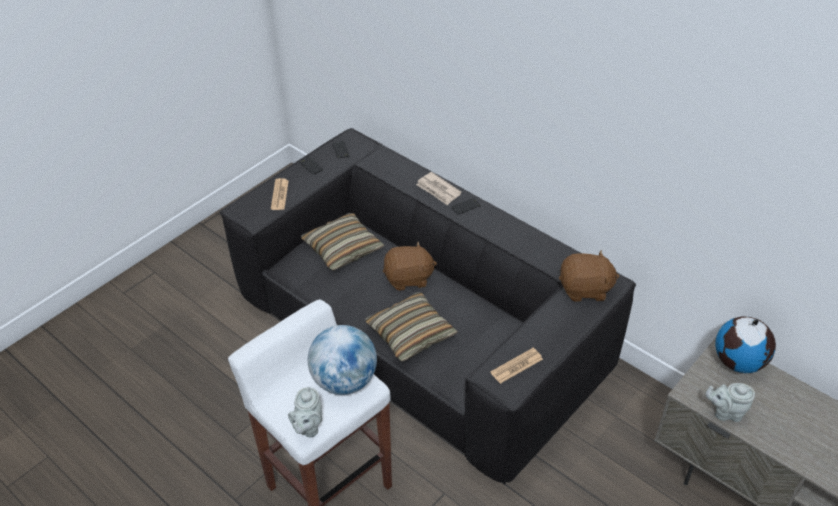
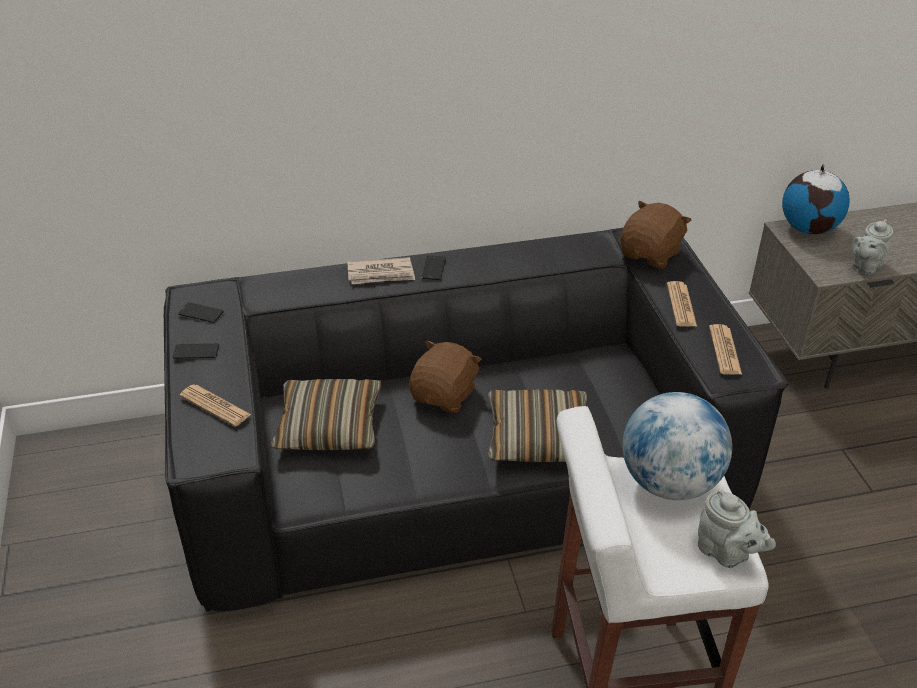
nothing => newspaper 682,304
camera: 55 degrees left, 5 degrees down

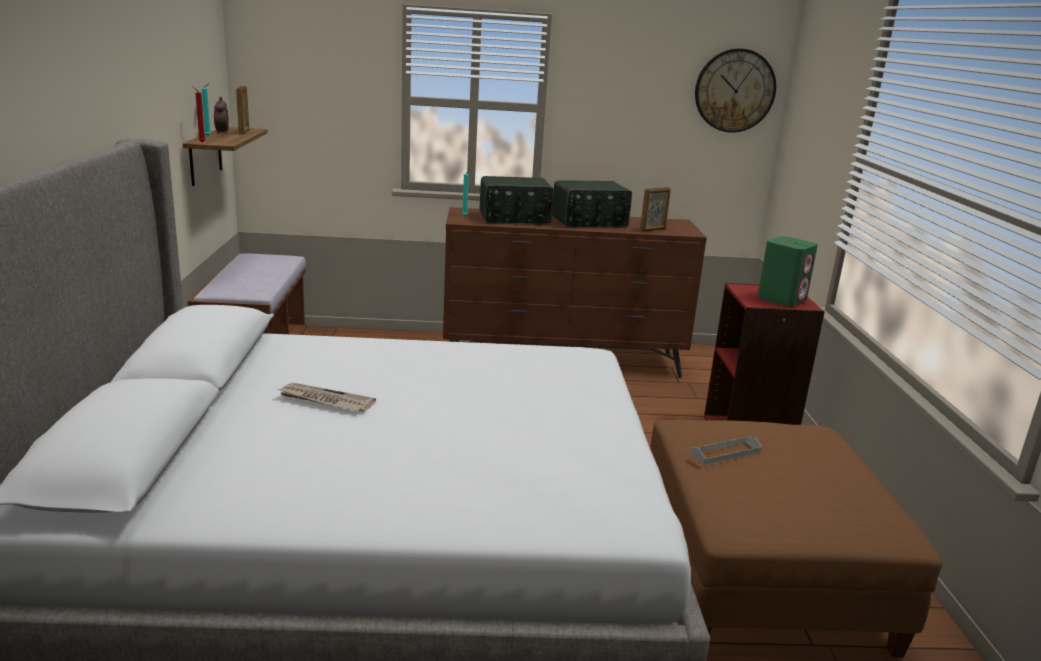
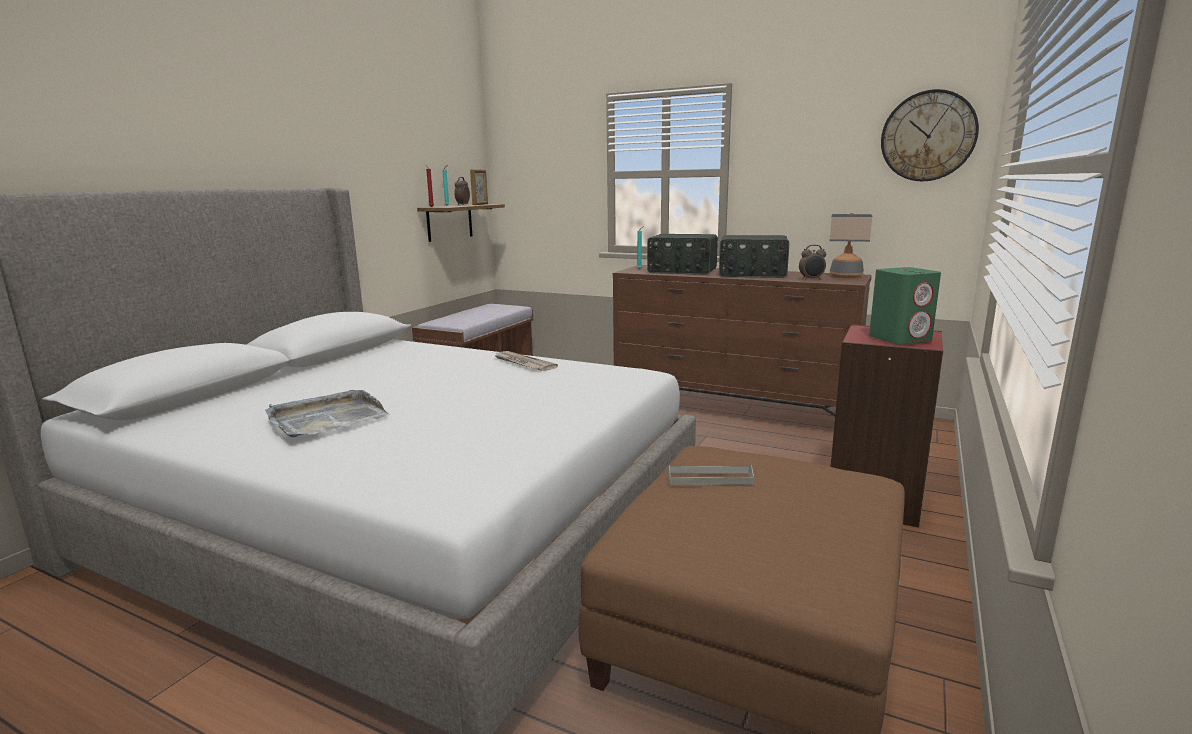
nothing => carrying tray (gray) 327,414
newspaper 327,397 => newspaper 525,361, moved
standing frame 655,209 => bedside clock 812,262
nothing => table lamp 851,245
camera: 30 degrees right, 5 degrees down

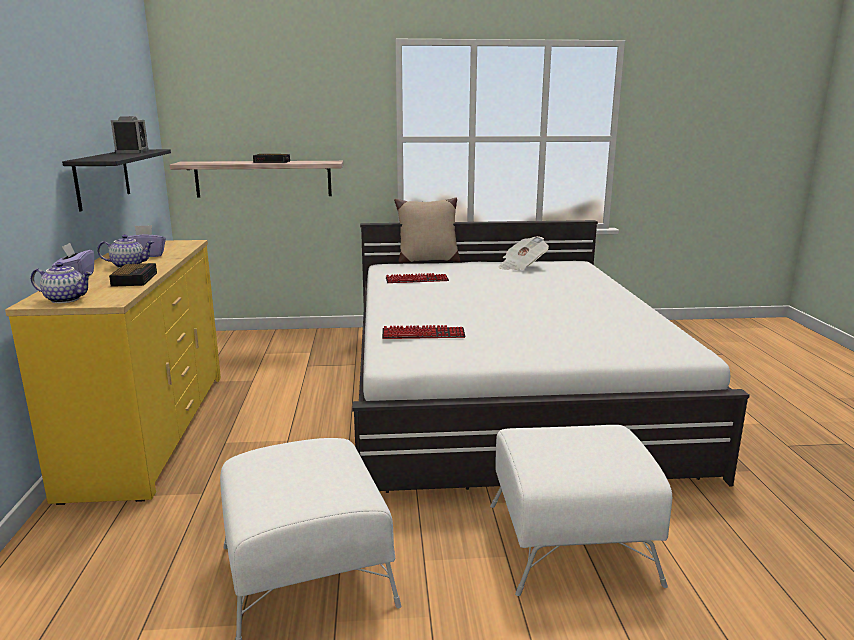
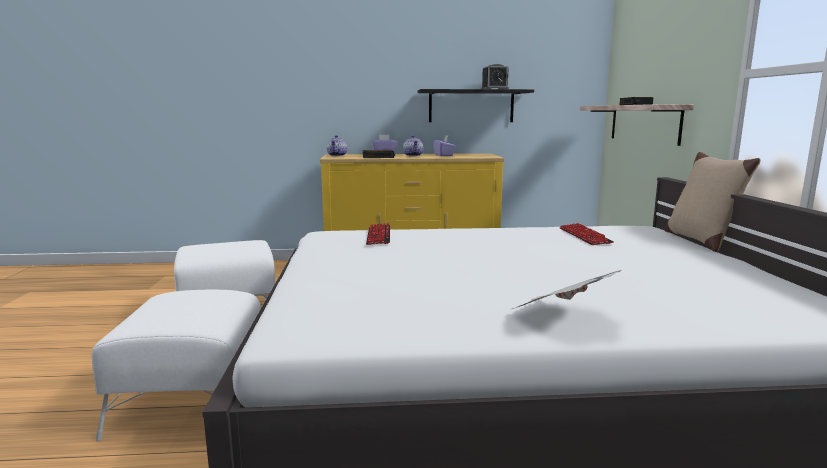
newspaper 524,253 => newspaper 566,289, moved
camera: 90 degrees right, 5 degrees down

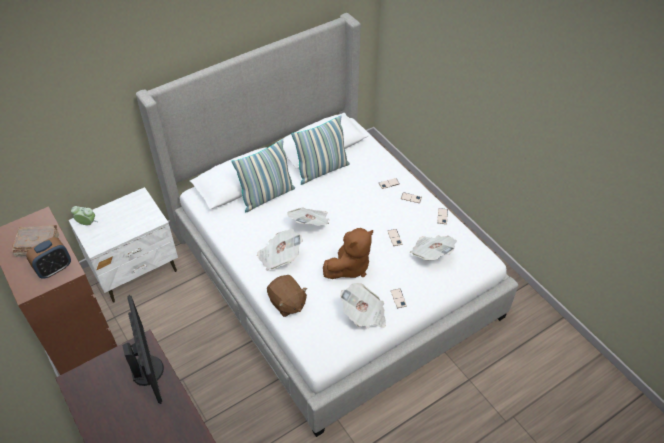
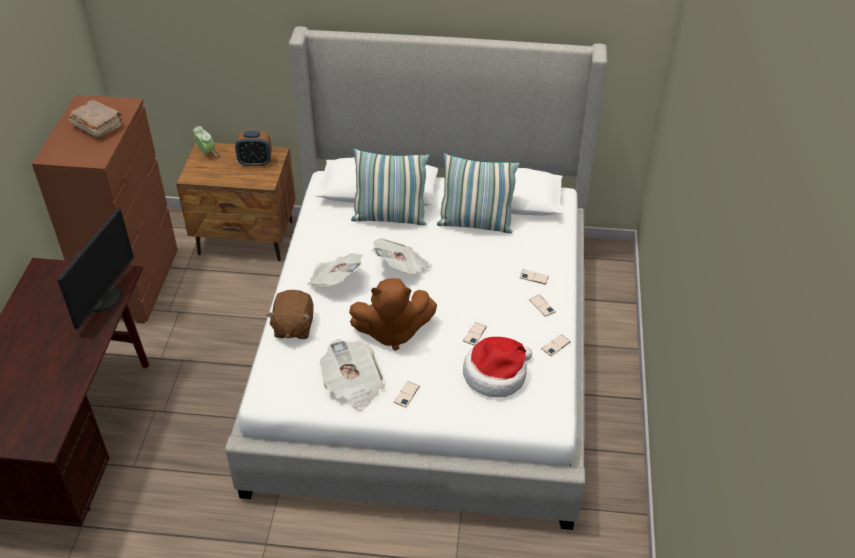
night table (white-coloured) 123,244 => night table (brown-coloured) 236,201
bedside clock 48,258 => bedside clock 253,148, moved
newspaper 433,248 => wearable hat 497,367
camera: 40 degrees right, 5 degrees down

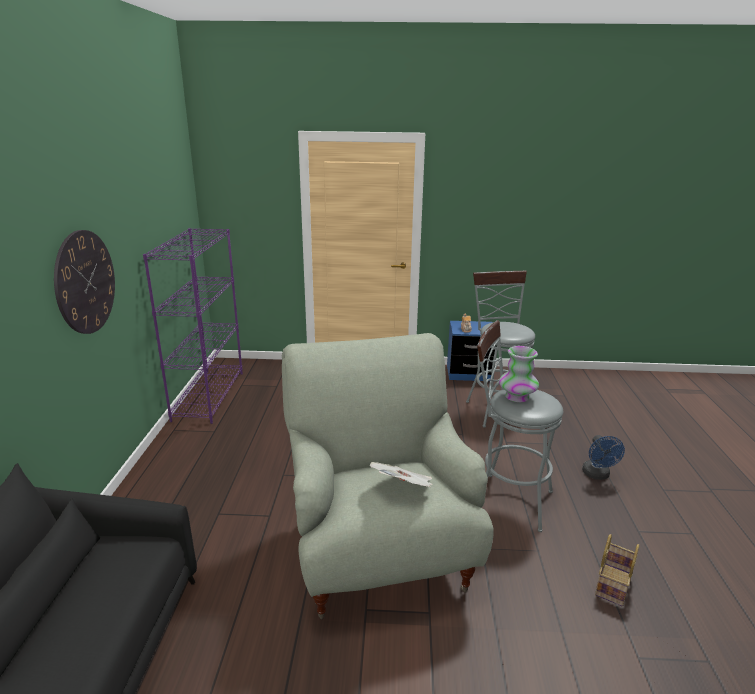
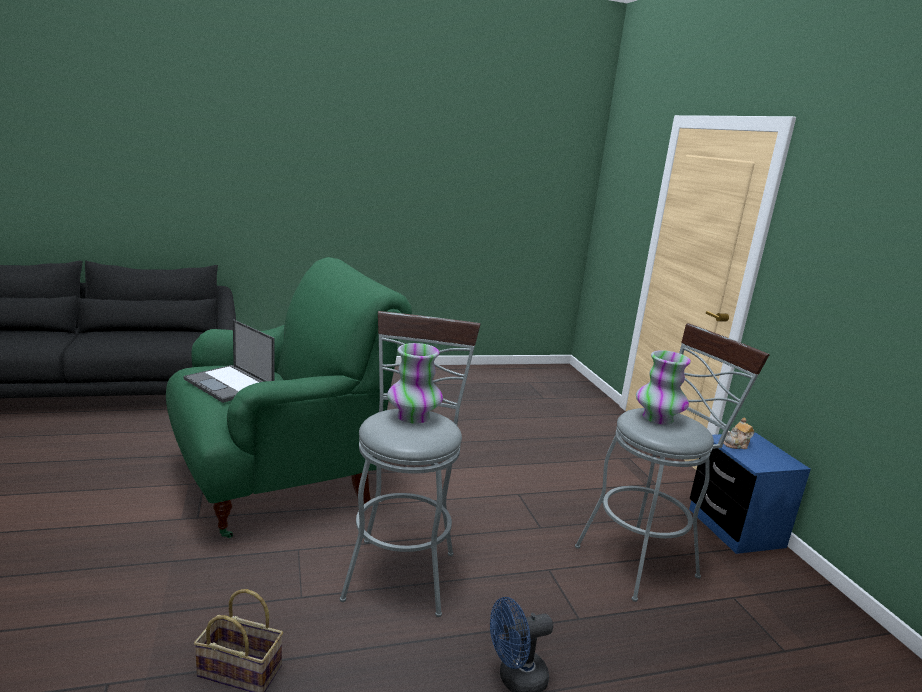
easy chair (gray) 388,476 => easy chair (green-coloured) 289,397
newspaper 401,474 => portable computer 229,361
nothing => flower vase 663,387
clock on the wall 84,282 => nothing
bookcase (purple) 193,326 => nothing
camera: 70 degrees right, 5 degrees down

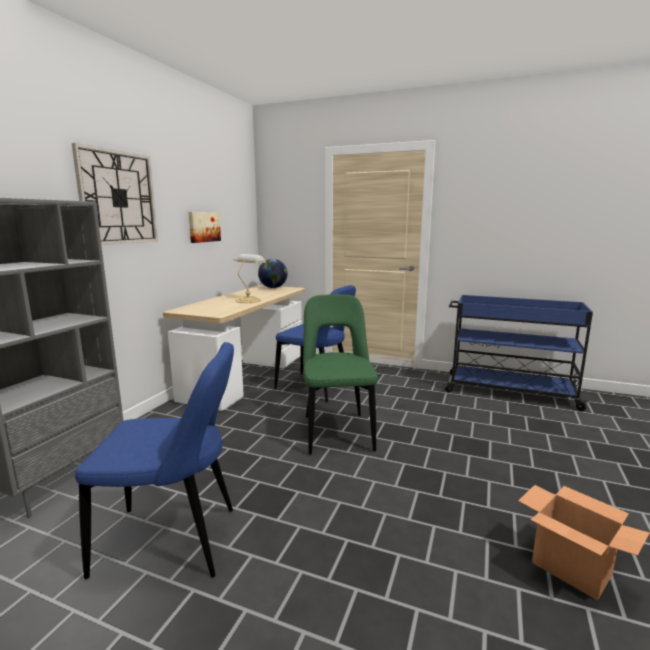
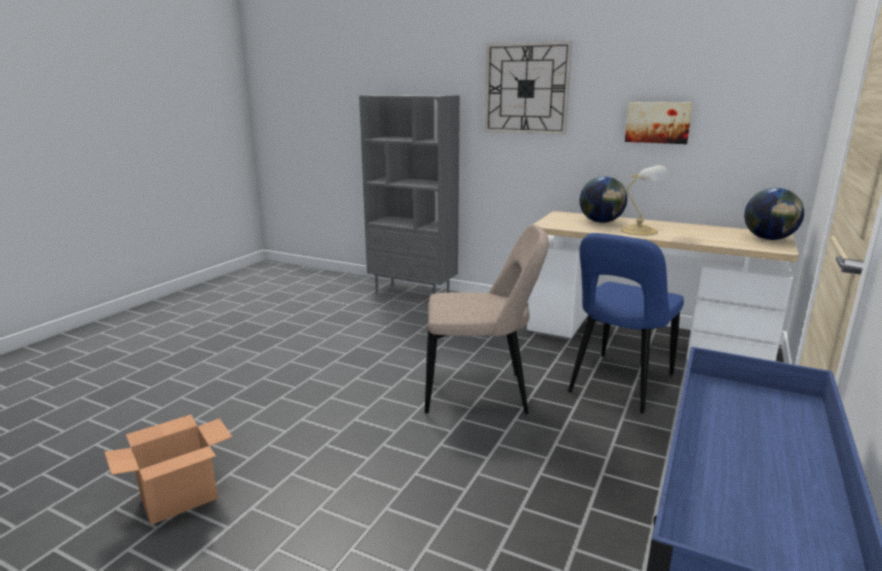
upright chair (green-coloured) 340,374 => upright chair (beige) 487,319
nothing => desk globe 603,199
upright chair (bluish) 154,460 => nothing
camera: 95 degrees right, 5 degrees up

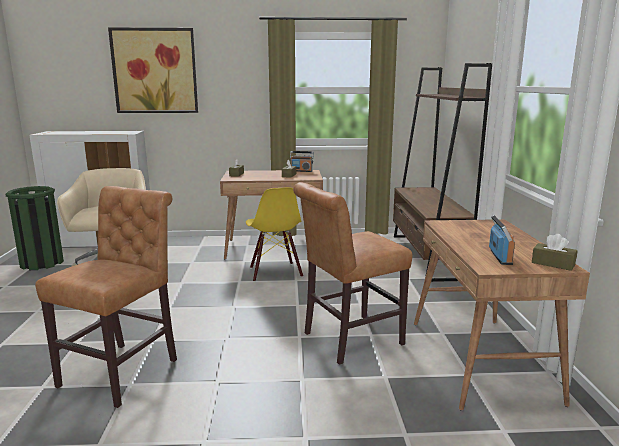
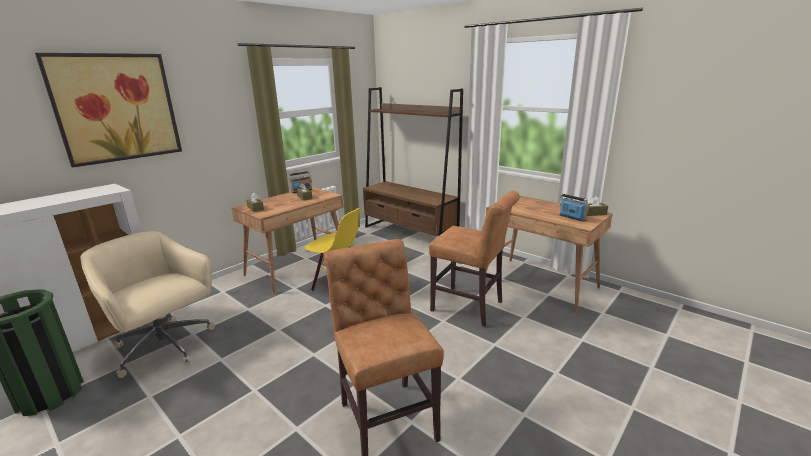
upright chair (brown-coloured) 352,273 => upright chair (brown-coloured) 474,259, 75 degrees counterclockwise
camera: 45 degrees left, 5 degrees up

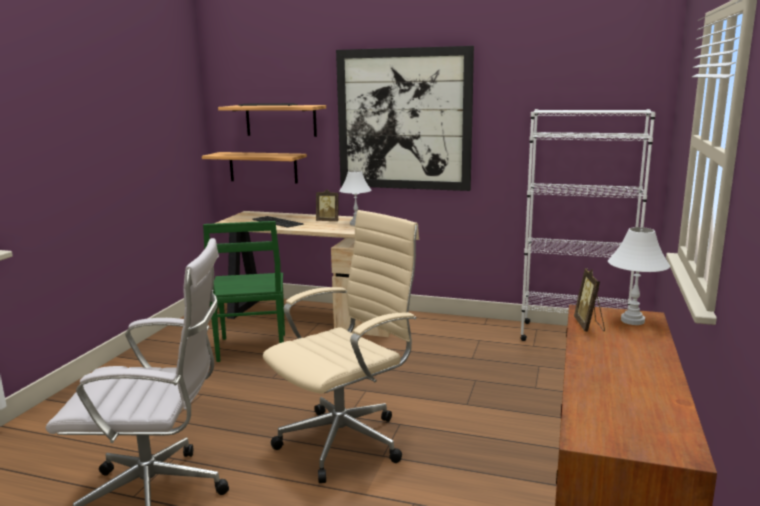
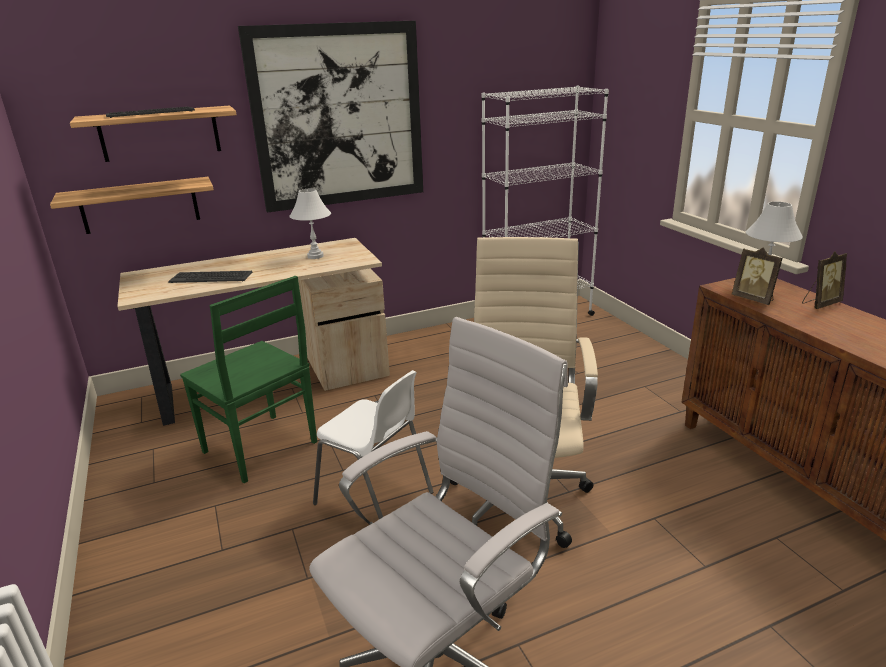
nothing => upright chair (white-coloured) 373,444
standing frame 327,205 => standing frame 824,280, moved
camera: 40 degrees left, 10 degrees up

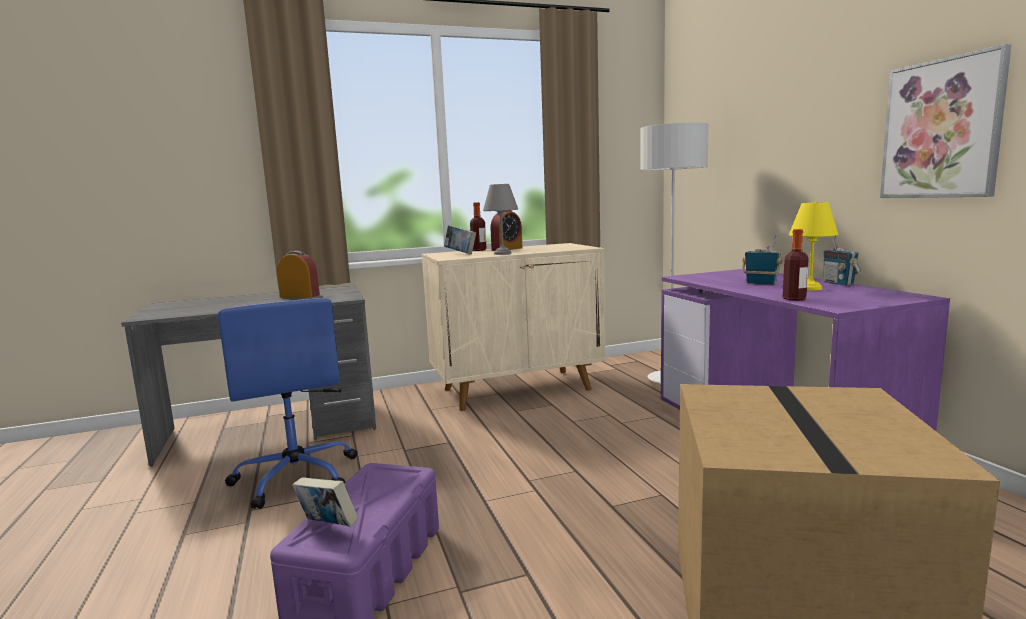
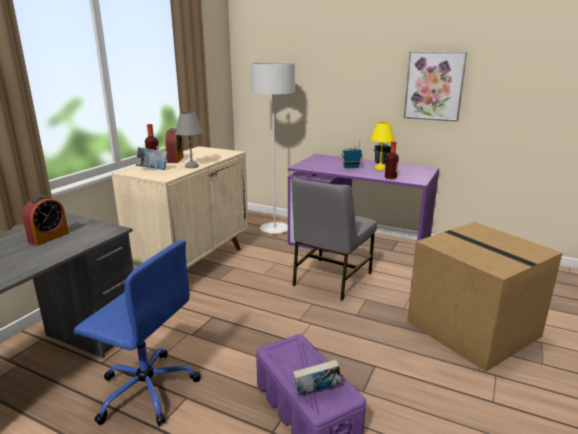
bedside clock 298,274 => bedside clock 45,220, 150 degrees clockwise
nothing => upright chair (gray) 334,239
camera: 45 degrees left, 10 degrees up

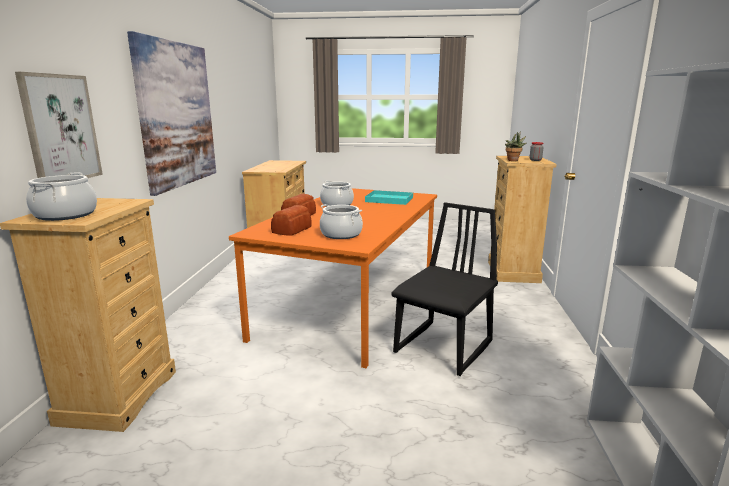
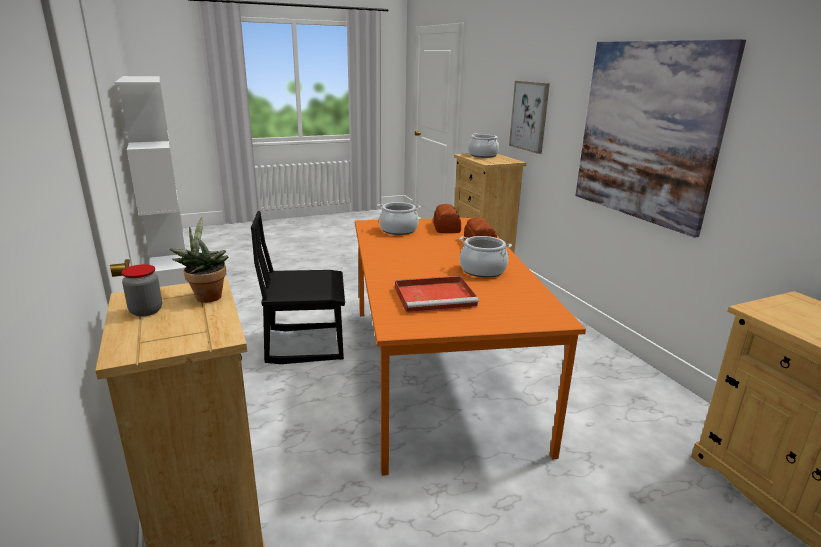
upright chair (black-coloured) 444,289 => upright chair (black-coloured) 298,287, 75 degrees clockwise
carrying tray (turquoise-coloured) 389,197 => carrying tray (red) 437,294
camera: 150 degrees right, 5 degrees up

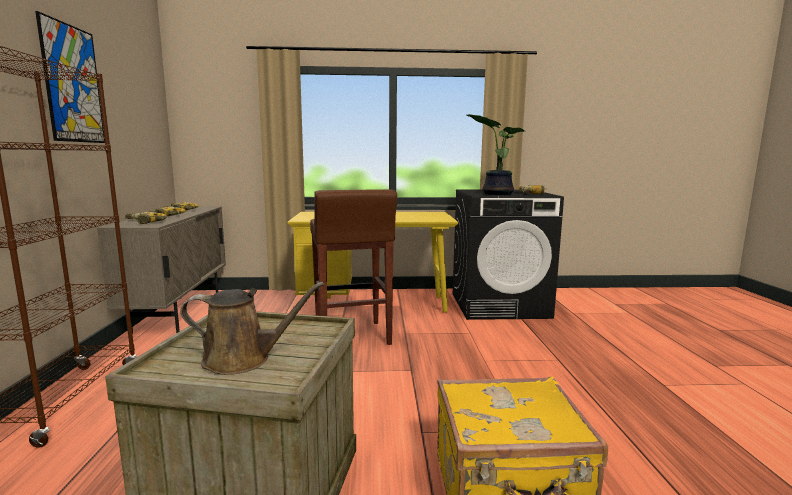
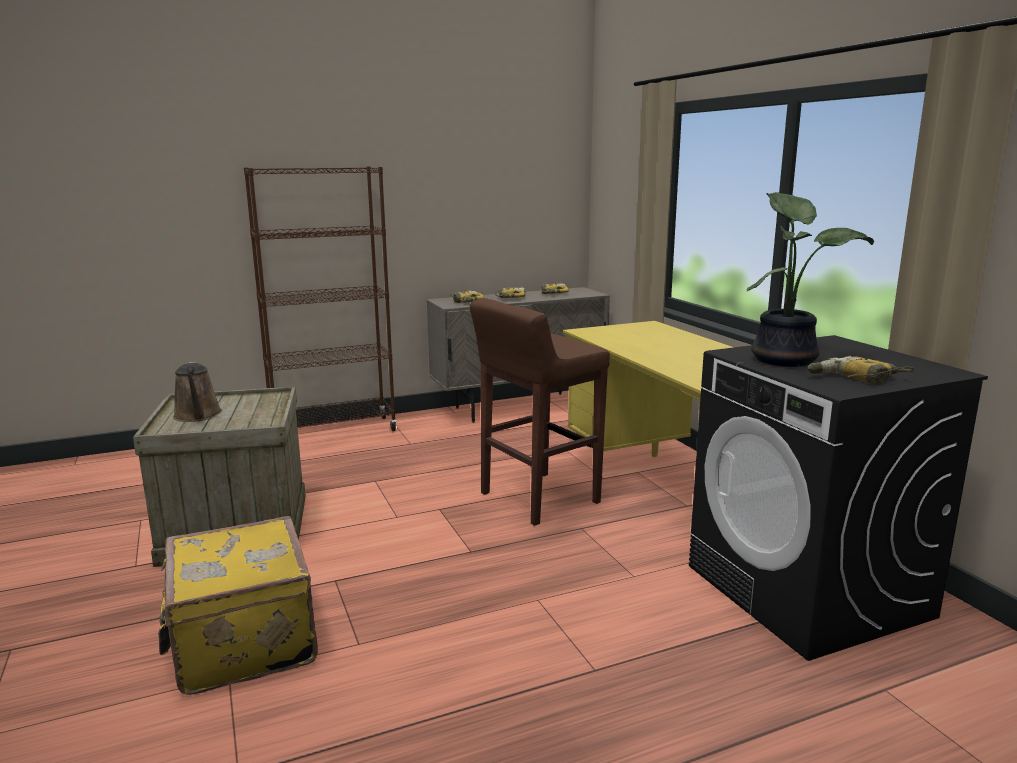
picture 70,77 => nothing
camera: 70 degrees right, 5 degrees up

